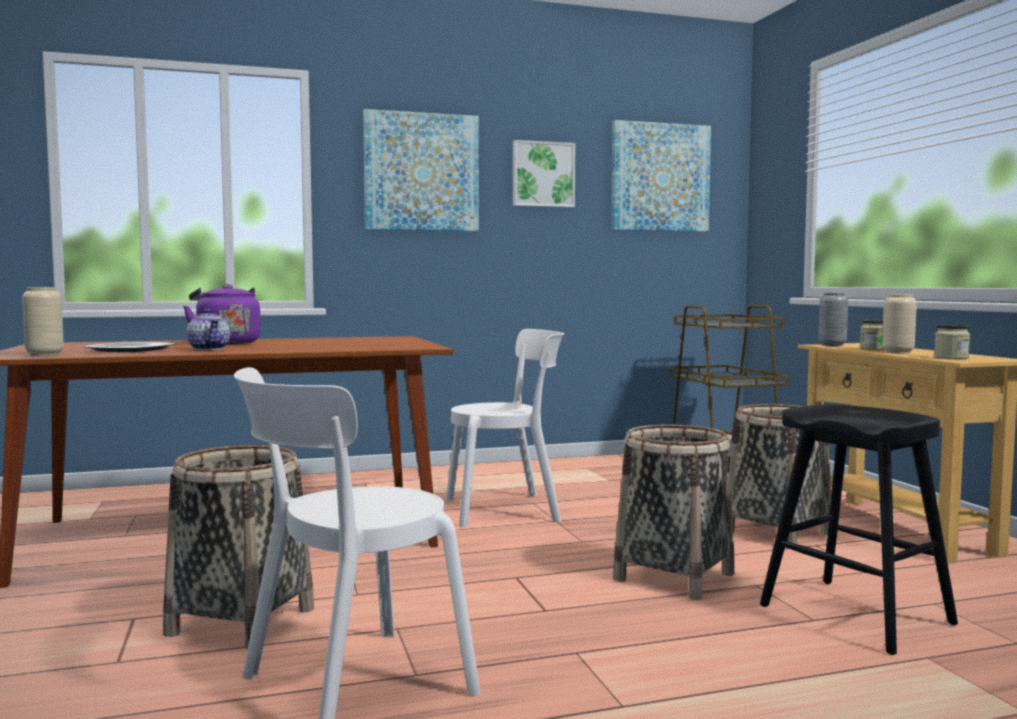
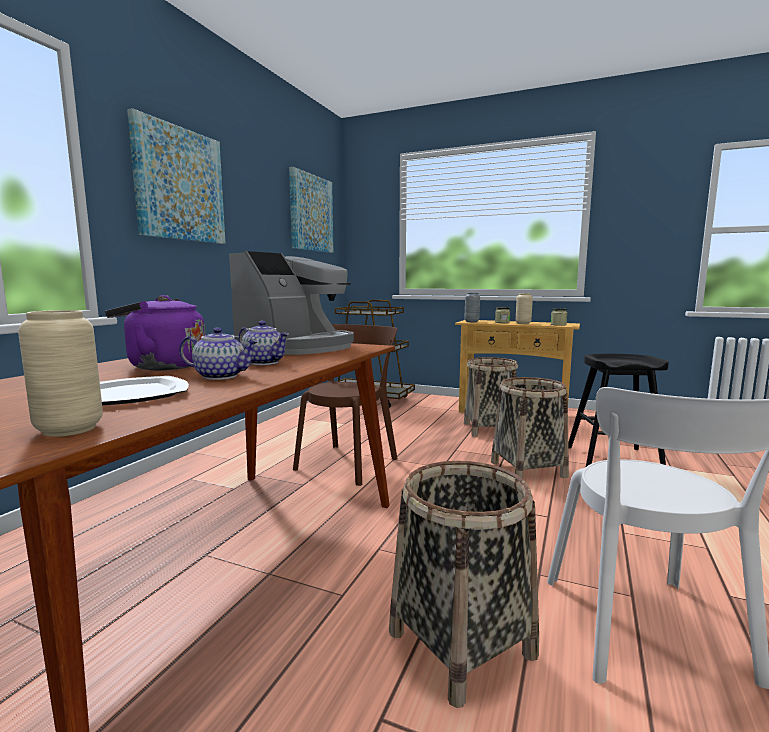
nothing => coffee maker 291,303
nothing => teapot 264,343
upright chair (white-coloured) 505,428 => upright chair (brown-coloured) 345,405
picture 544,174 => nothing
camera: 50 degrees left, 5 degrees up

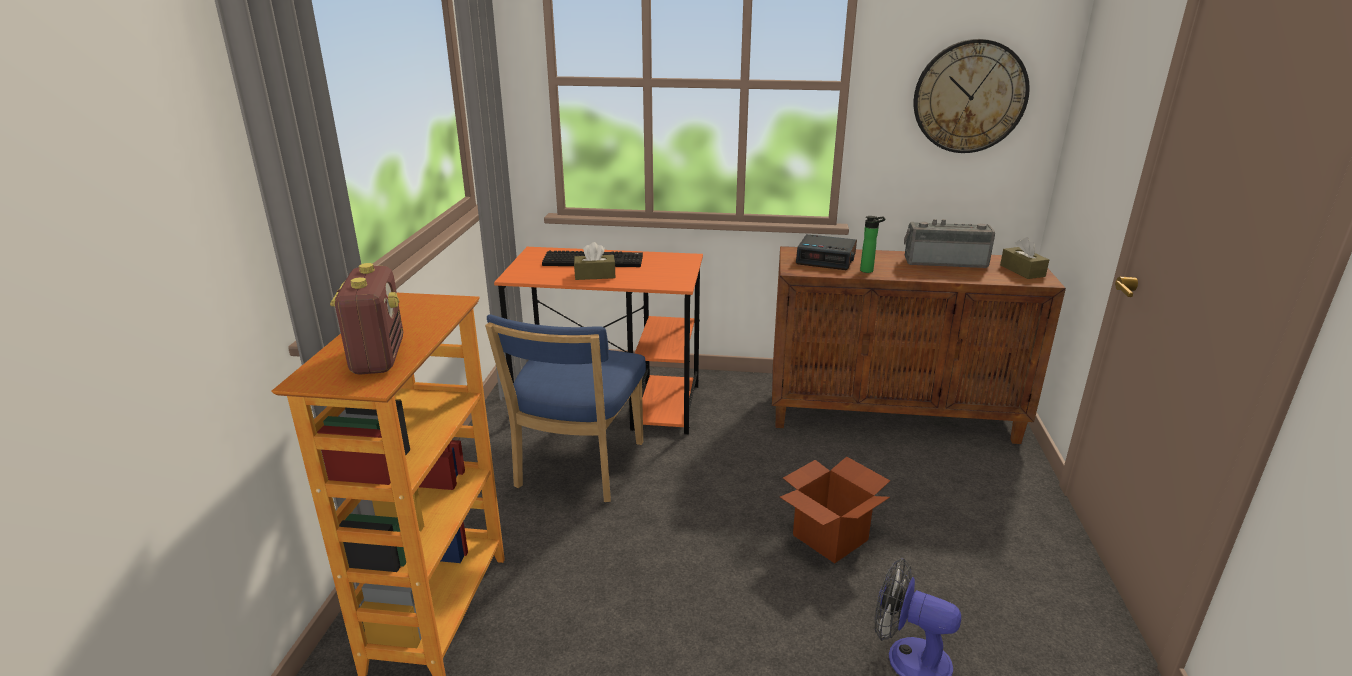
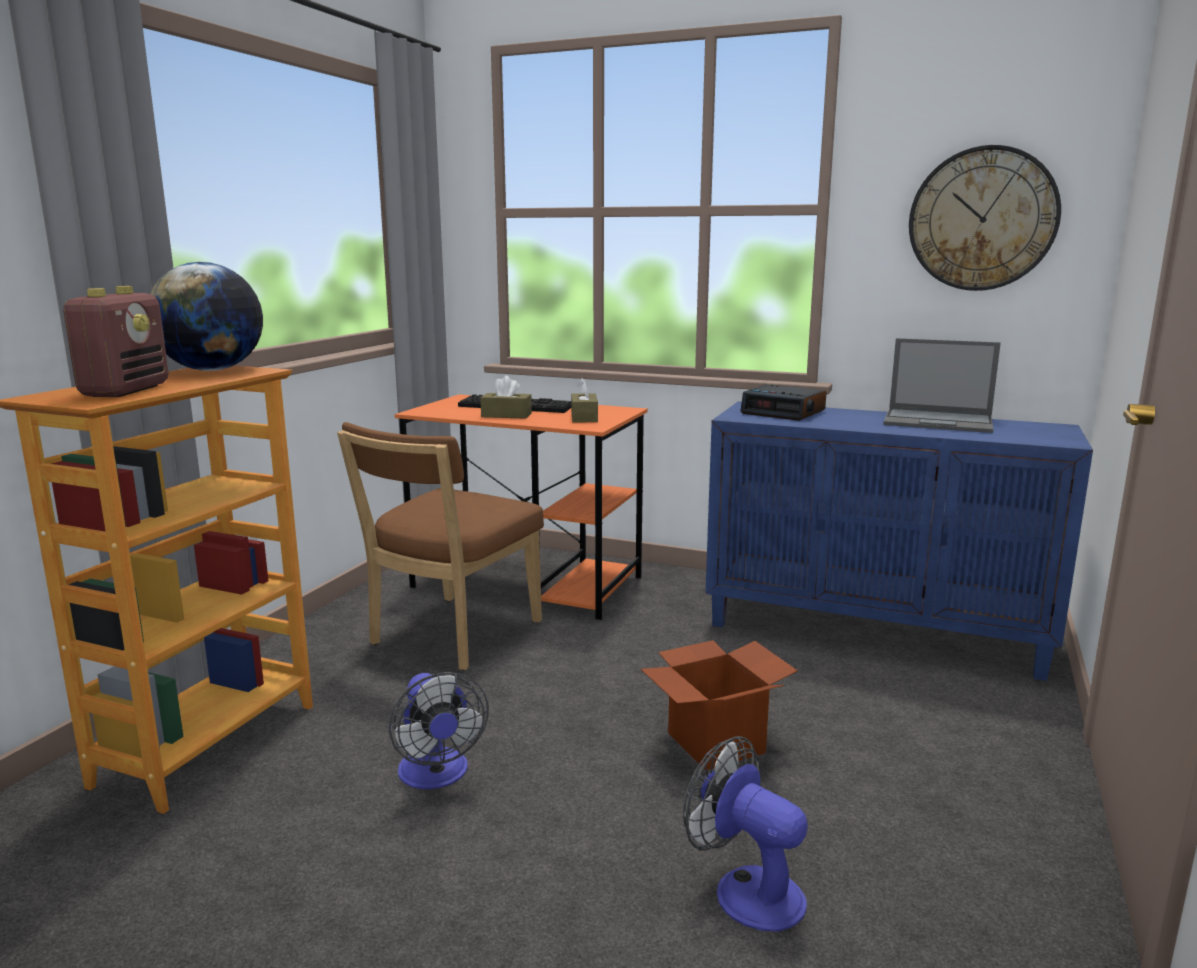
nothing => desk globe 206,316
upright chair (bluish) 565,408 => upright chair (brown-coloured) 440,546
nothing => fan 439,730
tissue holder (brown-coloured) 1024,258 => tissue holder (brown-coloured) 584,400, moved
cabinet (brown-coloured) 919,345 => cabinet (bluish) 899,541
radio receiver 949,243 => portable computer 942,385
drink bottle 872,244 => nothing
camera: 15 degrees right, 10 degrees down

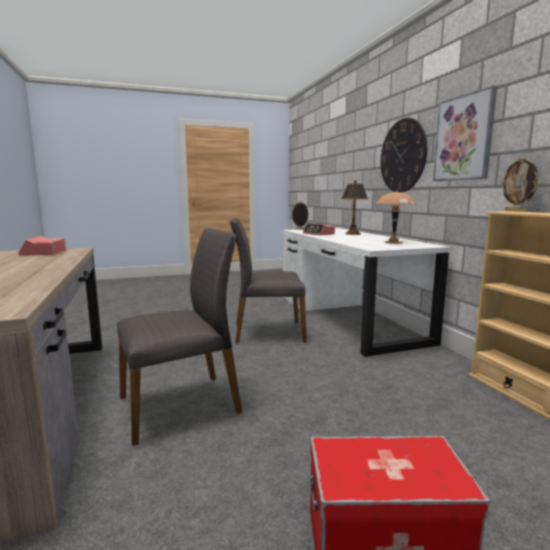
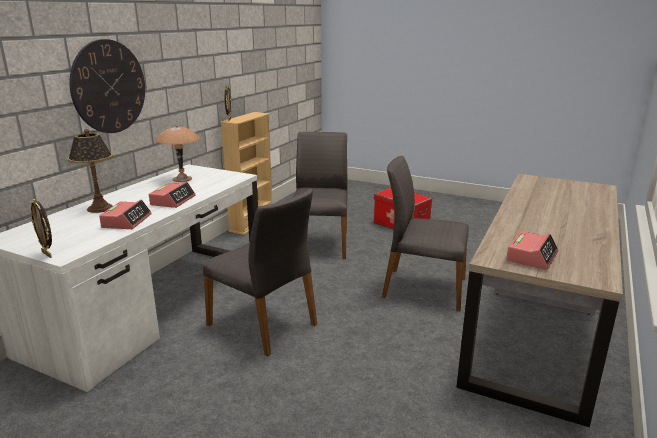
nothing => bedside clock 172,195
nothing => upright chair (gray) 320,195
picture 465,133 => nothing
camera: 135 degrees left, 10 degrees up

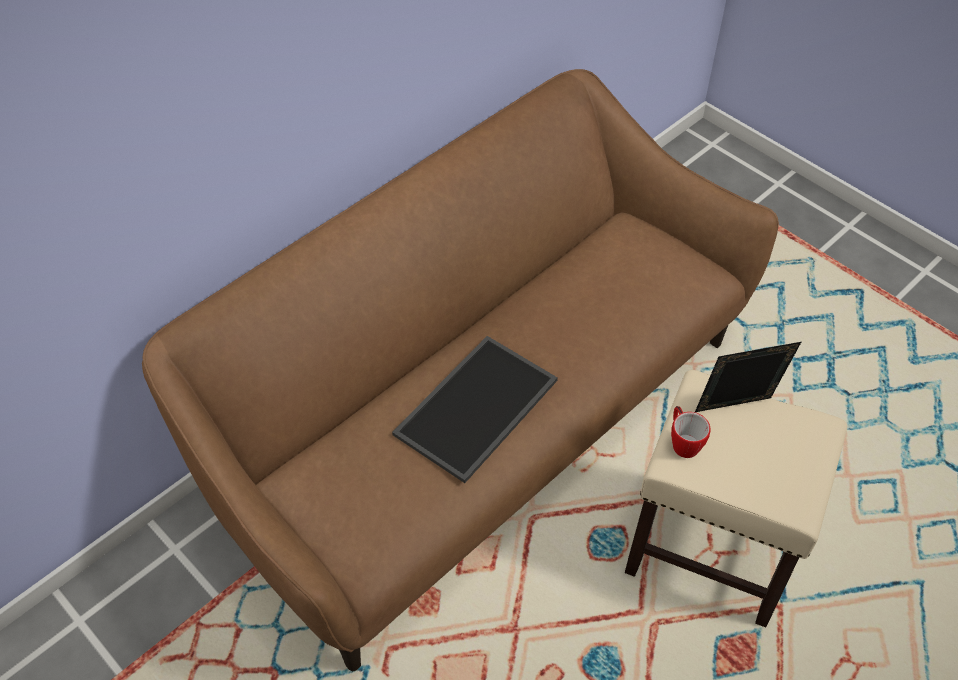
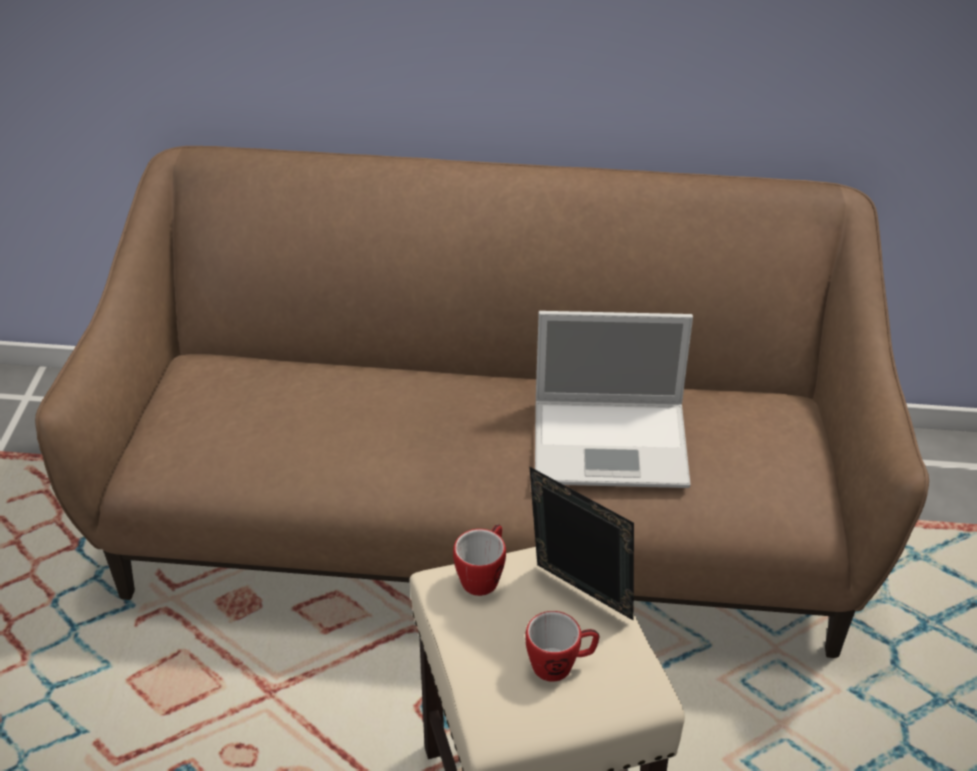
nothing => mug 562,646
nothing => portable computer 614,399
carrying tray 475,409 => nothing
camera: 50 degrees right, 10 degrees down

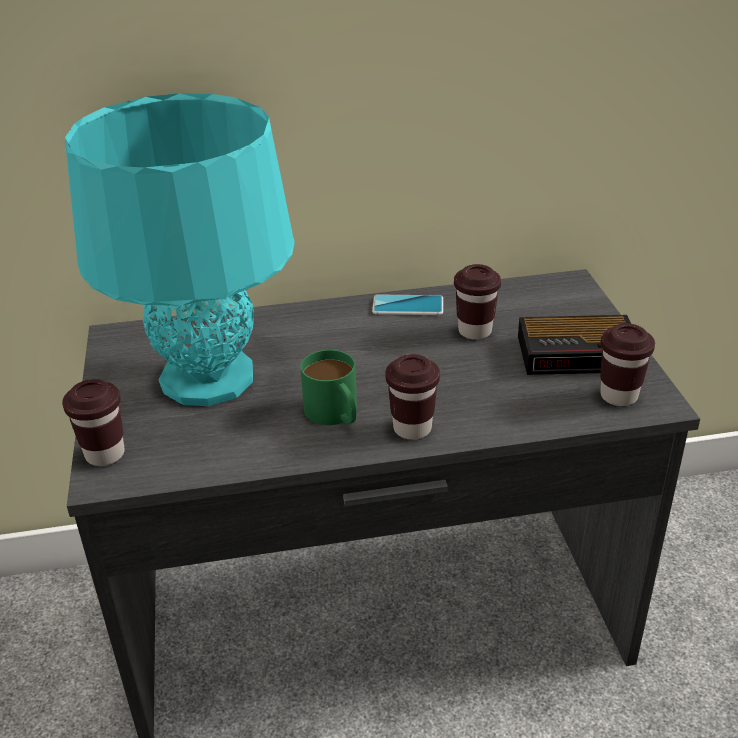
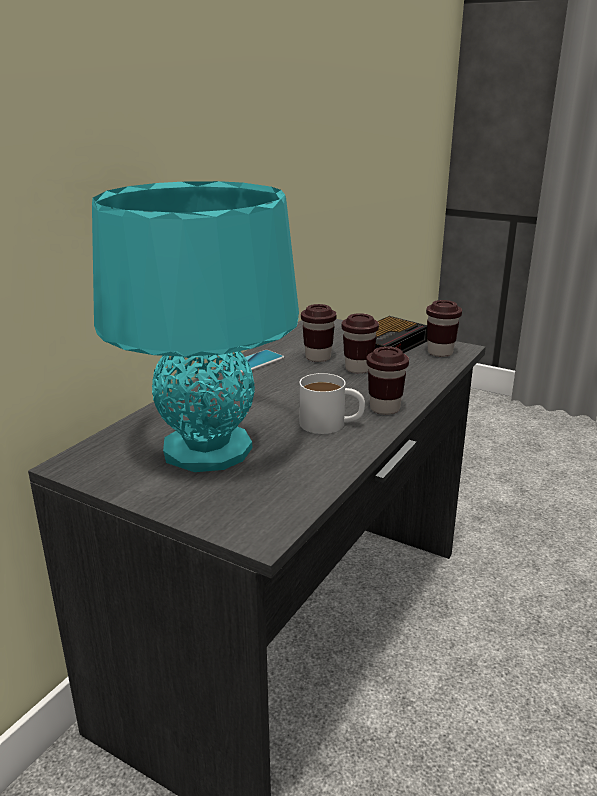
mug (green-coloured) 328,387 => mug (white-coloured) 332,403
cup (brown-coloured) 93,422 => cup (brown-coloured) 360,343, moved
camera: 50 degrees left, 10 degrees down

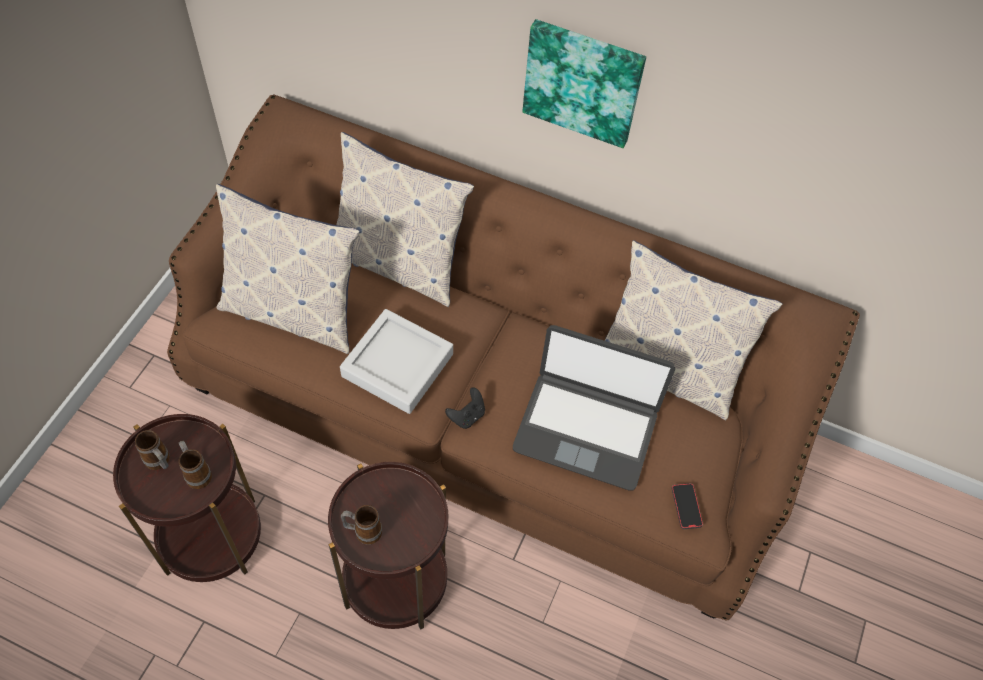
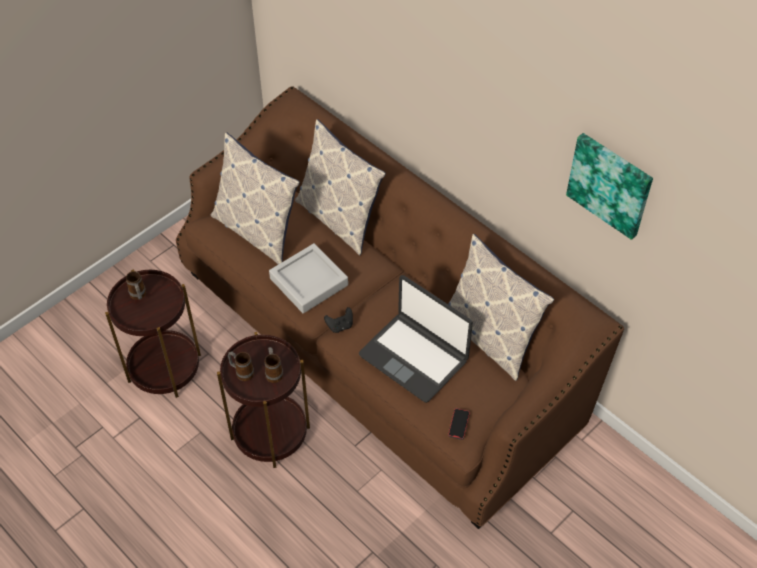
mug 195,465 => mug 274,365, moved
picture 584,83 => picture 609,186, moved
camera: 25 degrees right, 5 degrees down

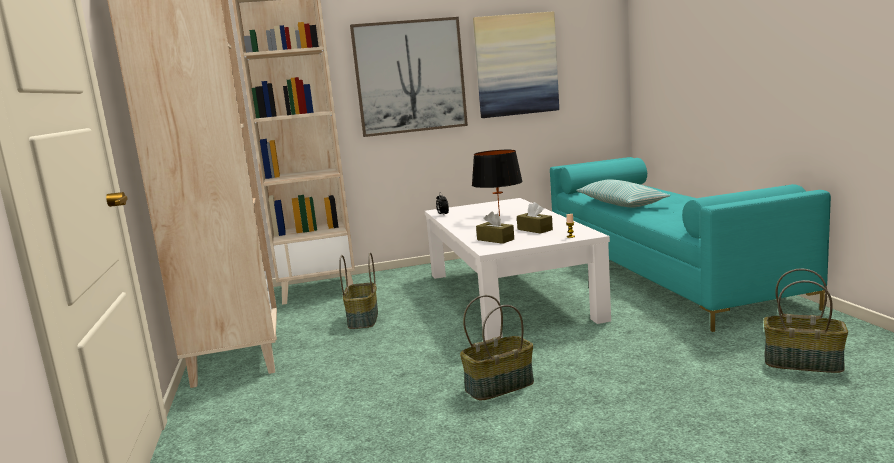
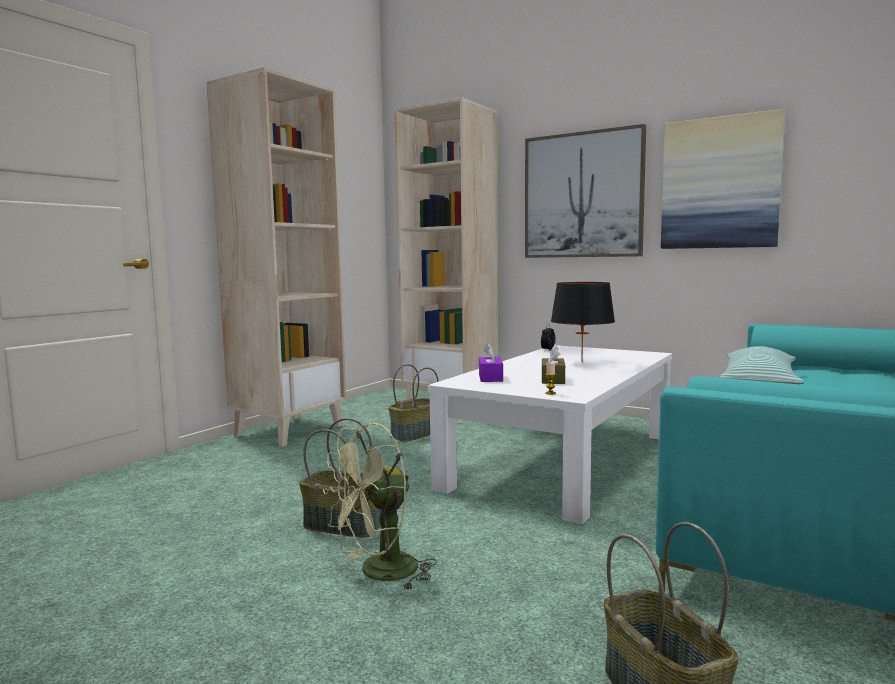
nothing => fan (green-coloured) 380,507
tissue holder (brown-coloured) 495,227 => tissue holder (purple) 491,362
camera: 45 degrees right, 5 degrees down

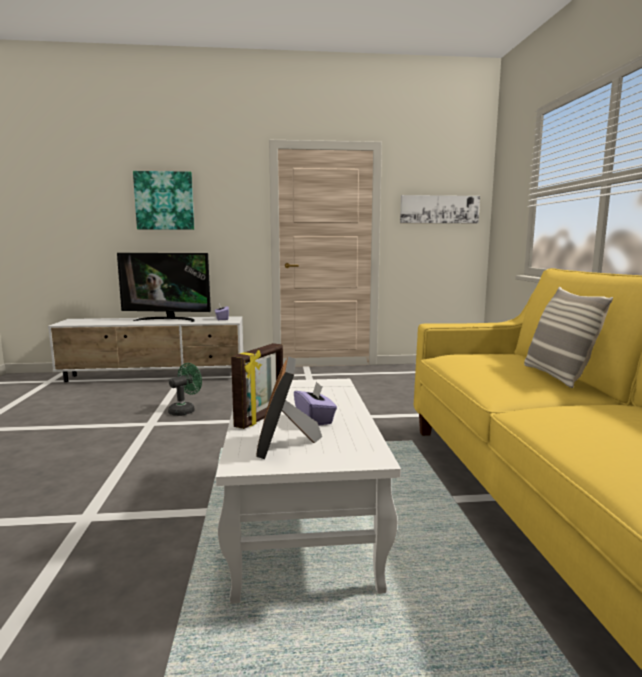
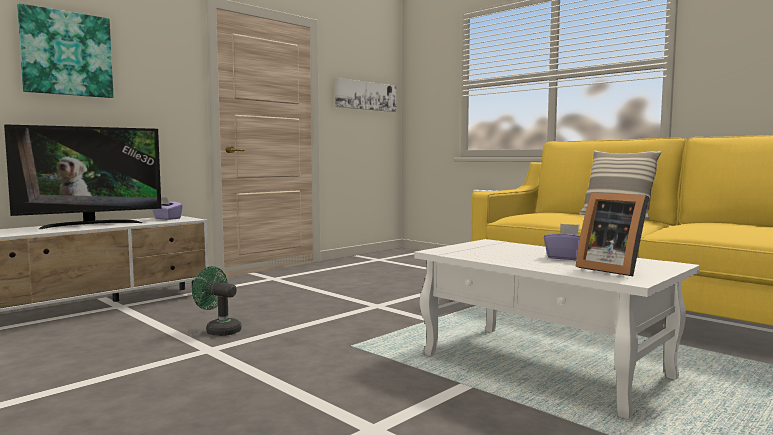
fan (green-coloured) 185,389 => fan (green-coloured) 216,301, 60 degrees counterclockwise
standing frame 257,386 => nothing
camera: 40 degrees left, 5 degrees down

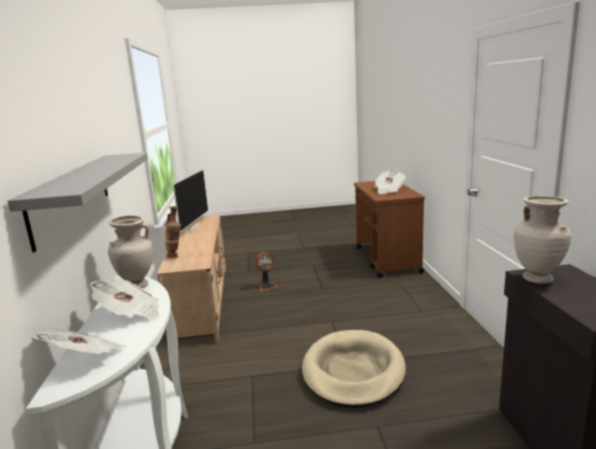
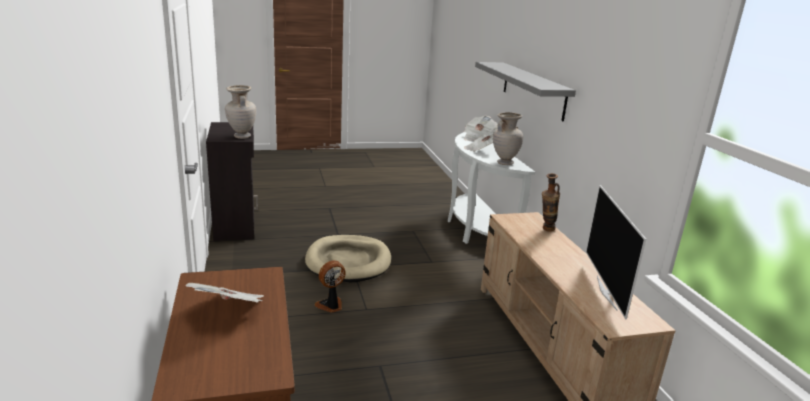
fan 267,272 => fan 330,287, moved
camera: 170 degrees right, 5 degrees up

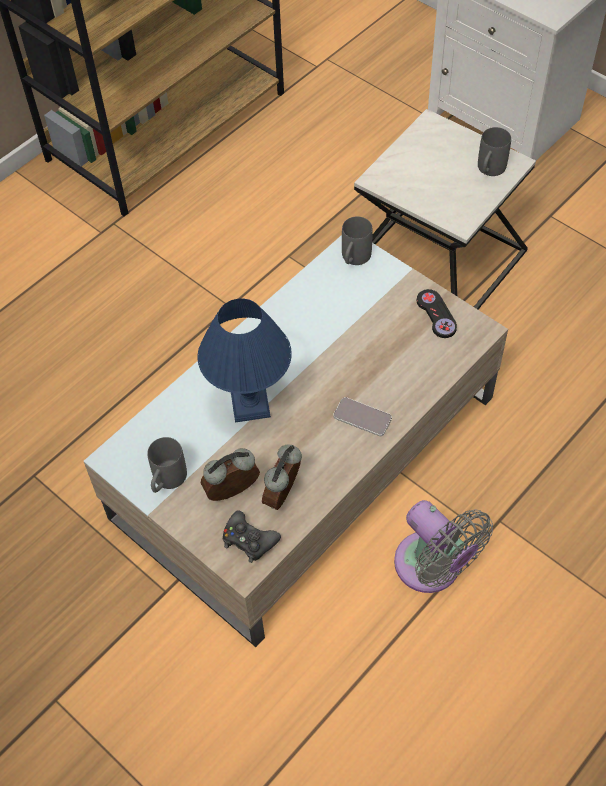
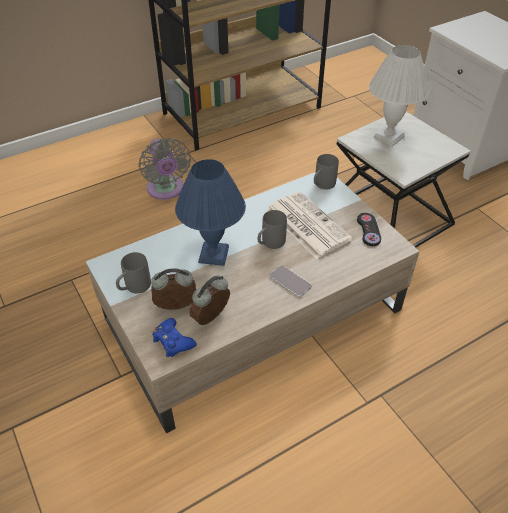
fan (gray) 443,546 => fan (gray) 165,169, moved
joypad (black-coloured) 252,537 => joypad (bluish) 174,337
mug (gray) 494,151 => mug (gray) 272,229, moved
nothing => newspaper 309,225
nothing => table lamp (white-coloured) 399,95
camera: 15 degrees right, 10 degrees down

